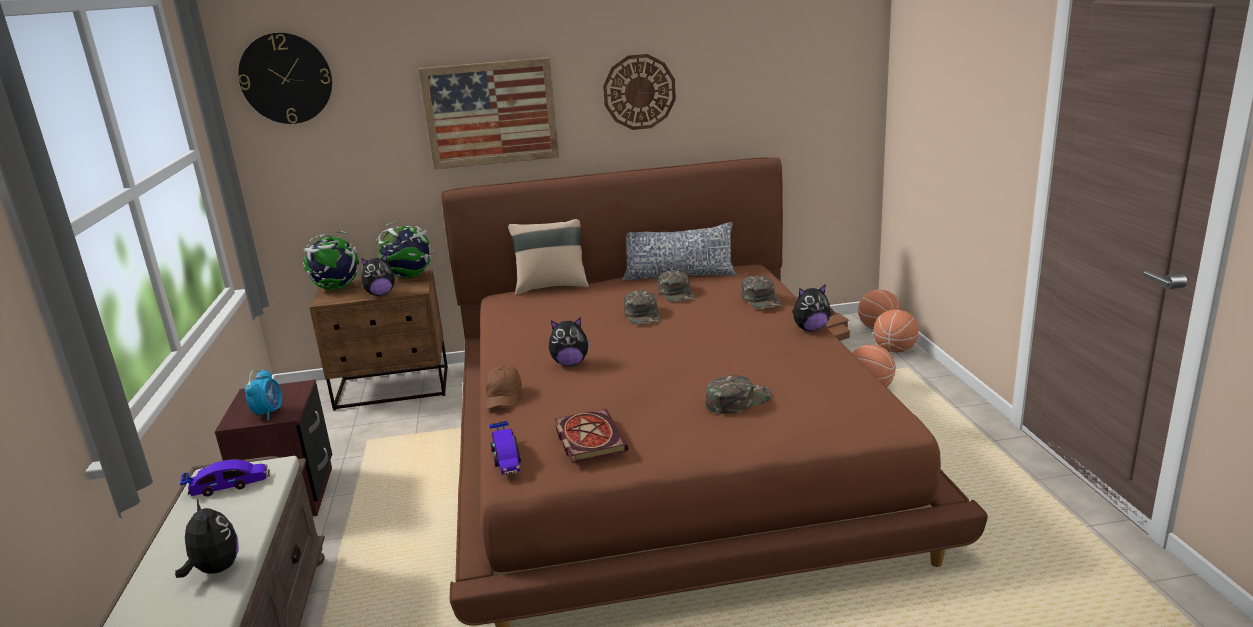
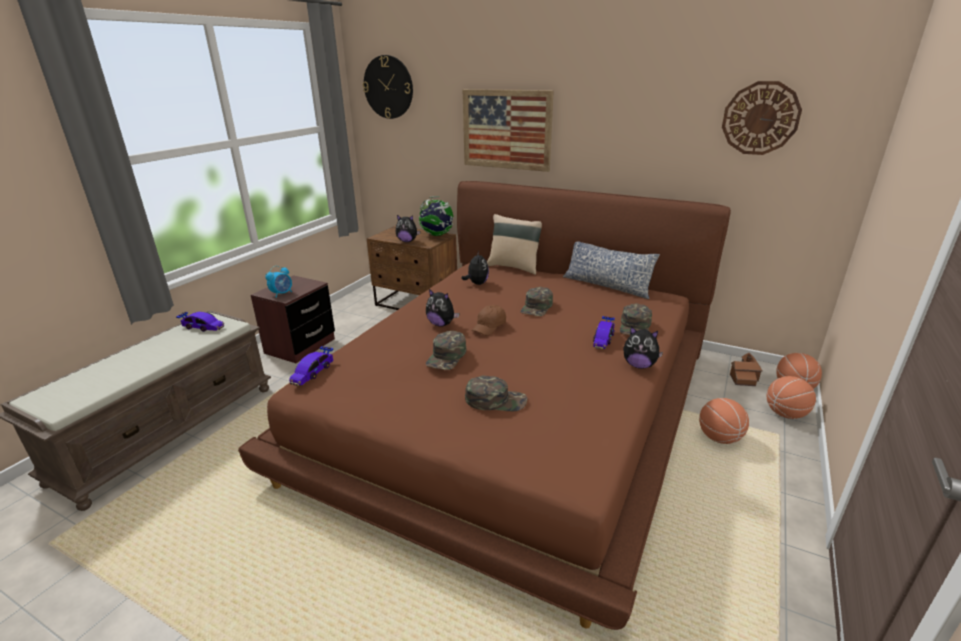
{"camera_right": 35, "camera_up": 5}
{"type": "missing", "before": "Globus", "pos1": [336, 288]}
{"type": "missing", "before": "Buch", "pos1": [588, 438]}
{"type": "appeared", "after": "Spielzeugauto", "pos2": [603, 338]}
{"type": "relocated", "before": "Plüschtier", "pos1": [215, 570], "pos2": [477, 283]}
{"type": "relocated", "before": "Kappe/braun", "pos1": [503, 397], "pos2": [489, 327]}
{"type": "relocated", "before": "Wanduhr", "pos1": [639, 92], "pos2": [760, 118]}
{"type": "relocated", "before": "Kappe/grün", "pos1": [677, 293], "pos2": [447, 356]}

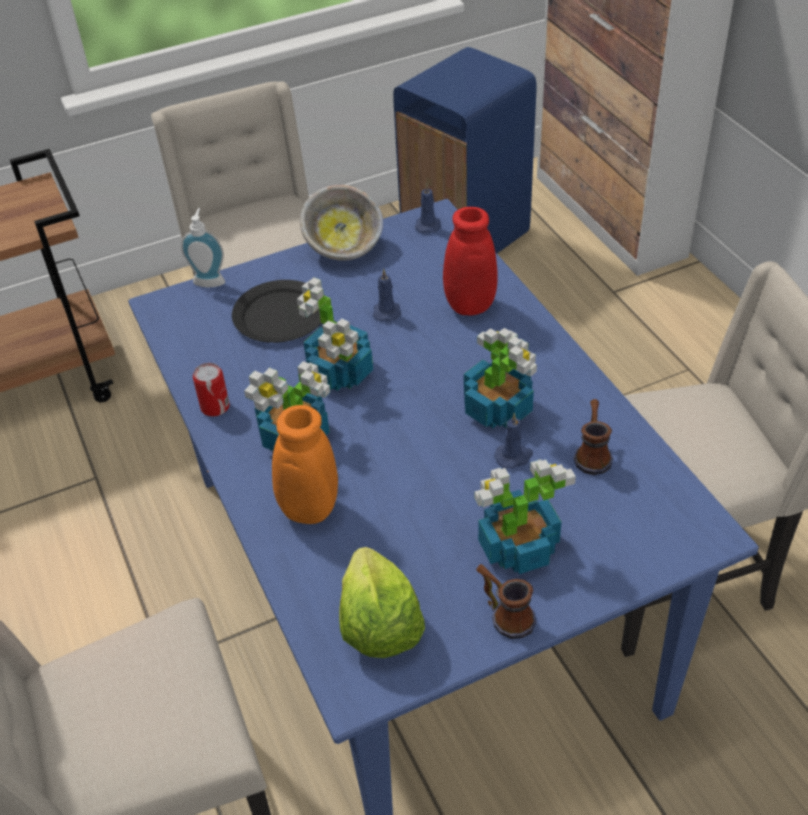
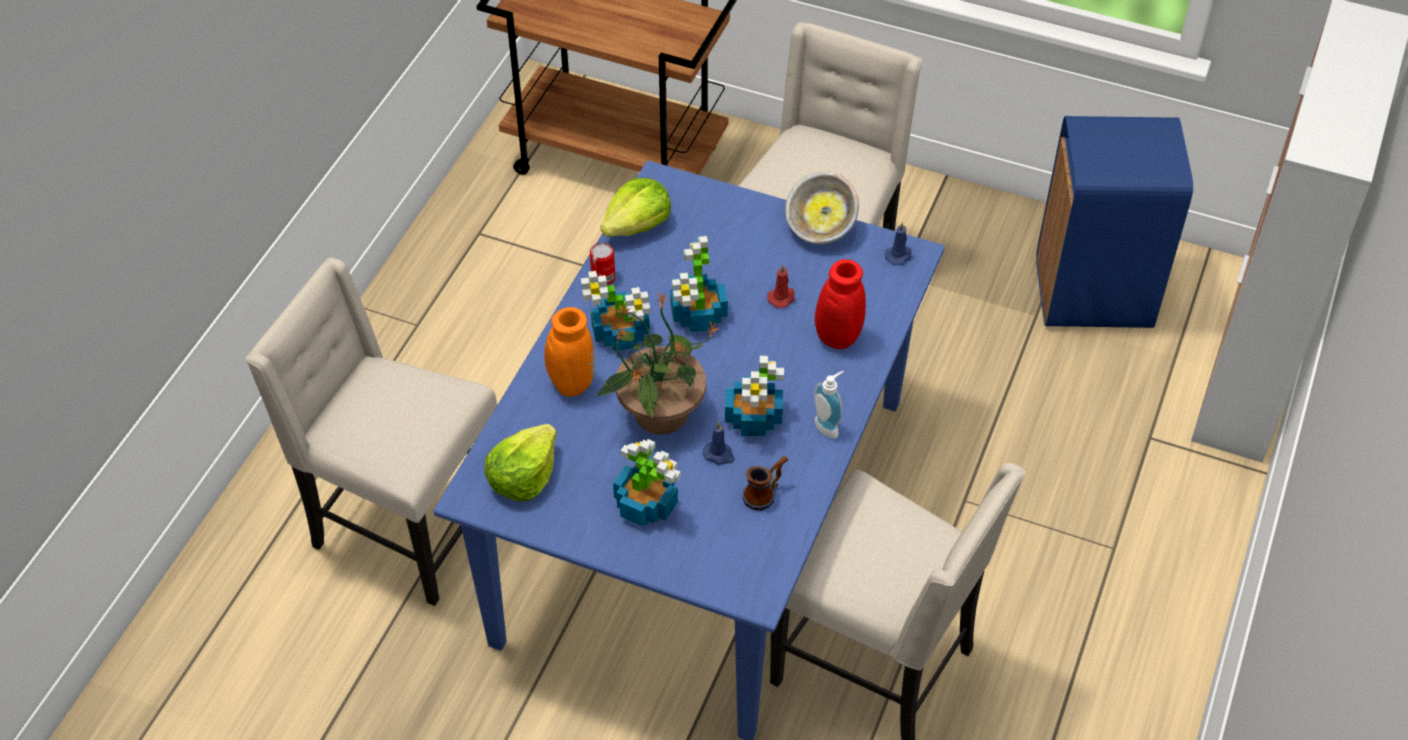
{"camera_right": 45, "camera_up": 5}
{"type": "missing", "before": "Teller/schwarz", "pos1": [280, 315]}
{"type": "missing", "before": "Henkelbecher", "pos1": [504, 614]}
{"type": "appeared", "after": "Topfpflanze", "pos2": [659, 414]}
{"type": "appeared", "after": "Salatkopf", "pos2": [637, 225]}
{"type": "relocated", "before": "Seifenspender", "pos1": [210, 280], "pos2": [829, 426]}
{"type": "colour", "before": "Kerze/blau", "after": "Kerze/rot", "pos1": [386, 311], "pos2": [782, 297]}

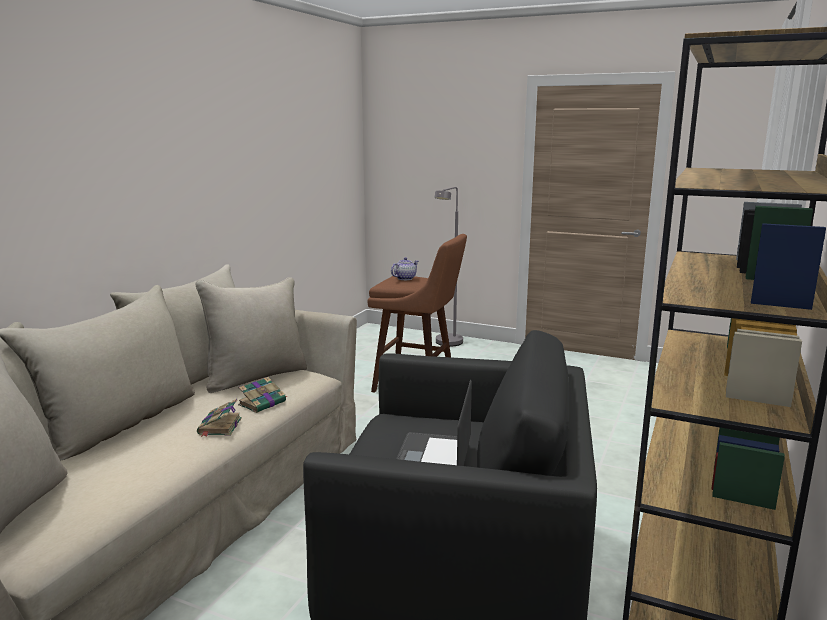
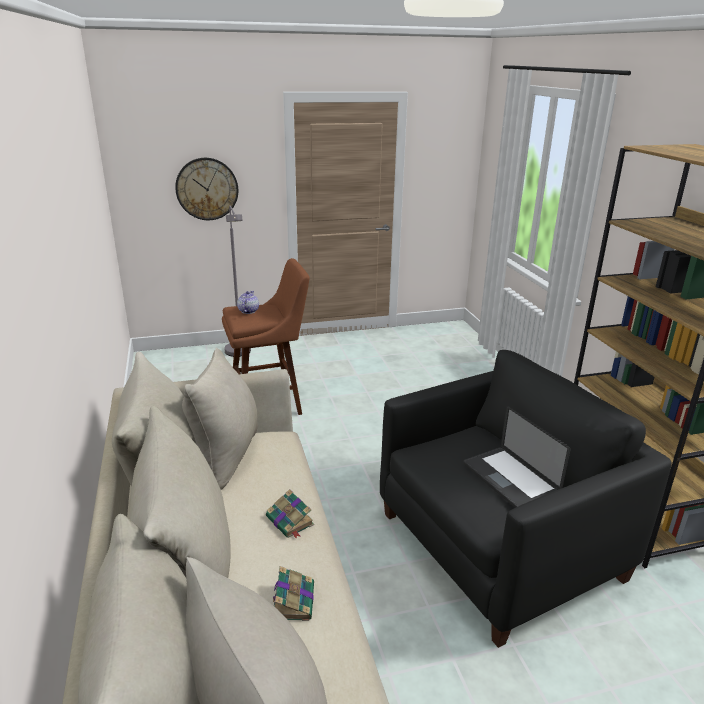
{"camera_right": -40, "camera_up": 10}
{"type": "appeared", "after": "Wanduhr", "pos2": [207, 189]}
{"type": "relocated", "before": "Buch", "pos1": [263, 403], "pos2": [293, 600]}

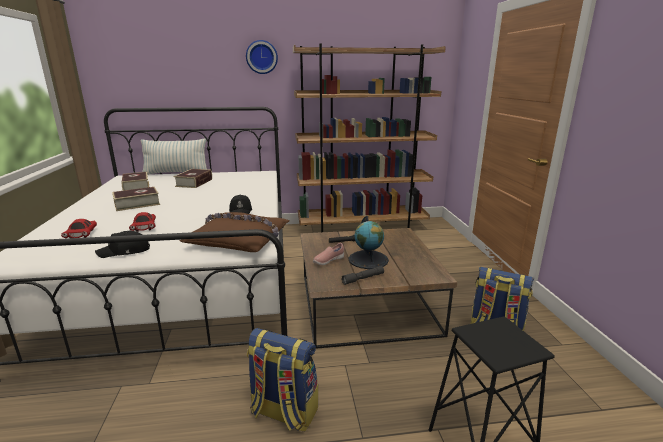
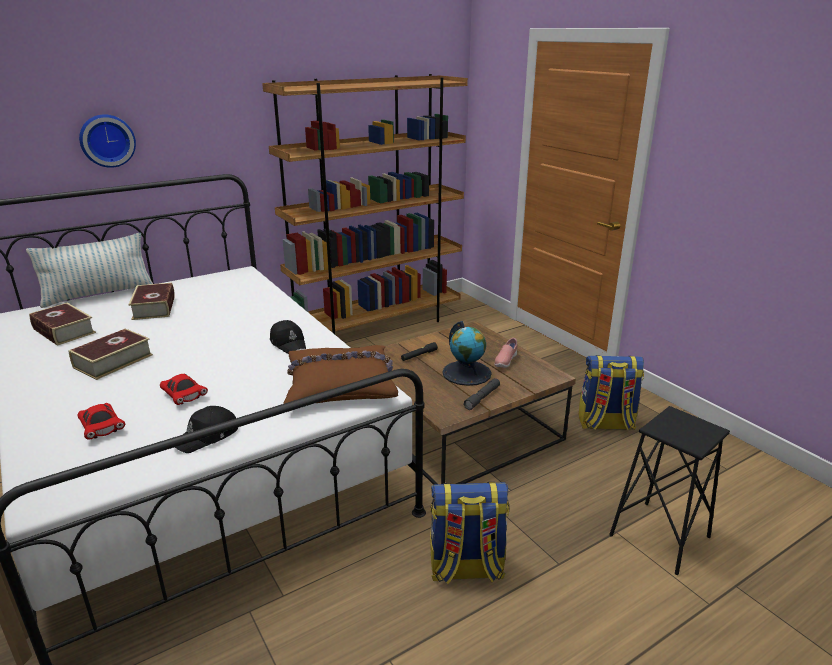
{"camera_right": -25, "camera_up": 5}
{"type": "relocated", "before": "Wanduhr", "pos1": [261, 57], "pos2": [107, 140]}
{"type": "relocated", "before": "Schuh/rosa", "pos1": [328, 261], "pos2": [505, 361]}

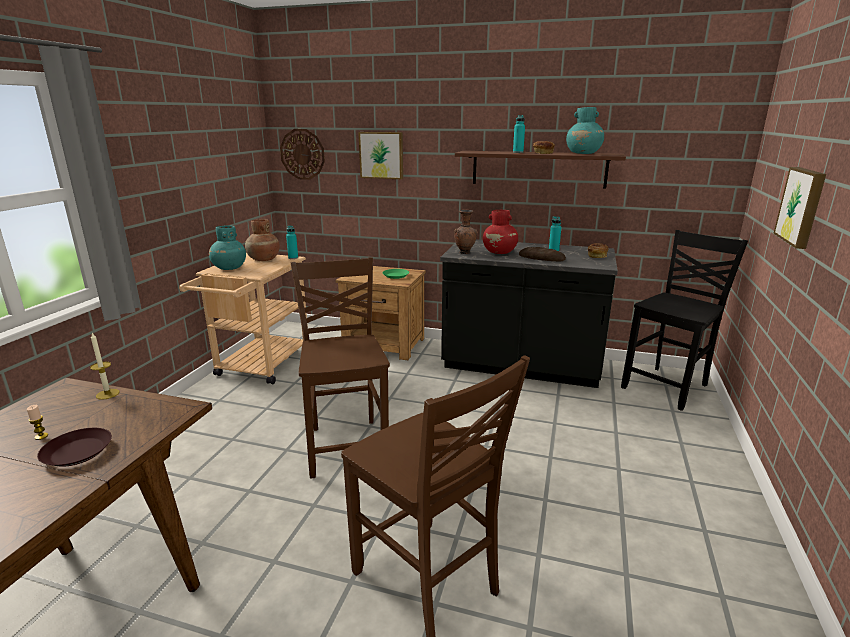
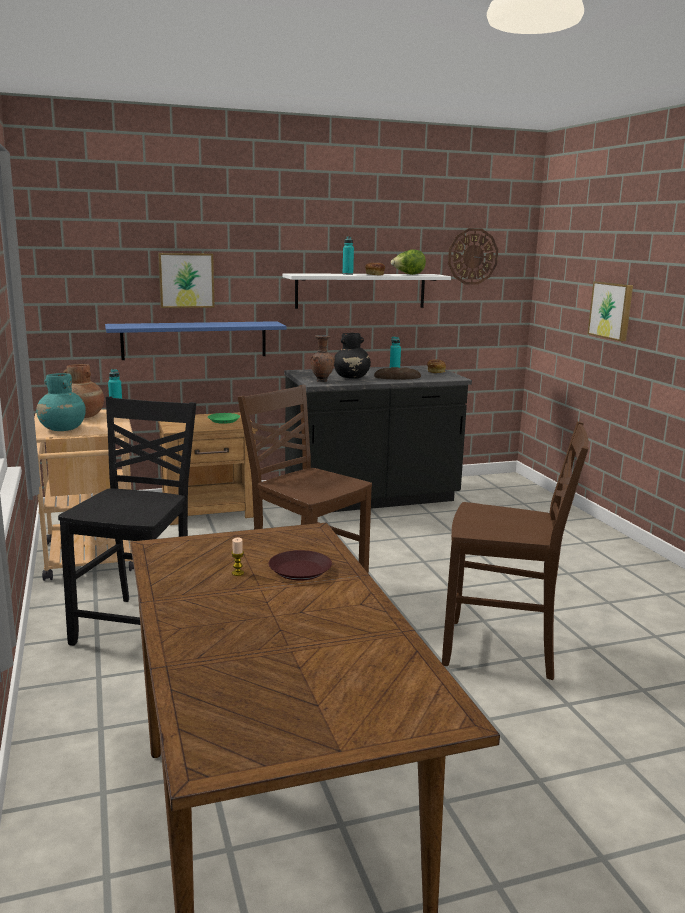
{"camera_right": -35, "camera_up": -5}
{"type": "missing", "before": "Kerze", "pos1": [107, 394]}
{"type": "appeared", "after": "Wandregal/blau", "pos2": [194, 340]}
{"type": "relocated", "before": "Wanduhr", "pos1": [302, 154], "pos2": [472, 256]}
{"type": "relocated", "before": "Stuhl/schwarz", "pos1": [667, 387], "pos2": [138, 625]}
{"type": "exchanged", "before": "Vase/türkis", "after": "Salatkopf", "pos1": [583, 153], "pos2": [408, 274]}
{"type": "colour", "before": "Wandregal/braun", "after": "Wandregal/weiß", "pos1": [538, 169], "pos2": [361, 291]}
{"type": "colour", "before": "Vase/rot", "after": "Vase/schwarz", "pos1": [499, 252], "pos2": [352, 377]}

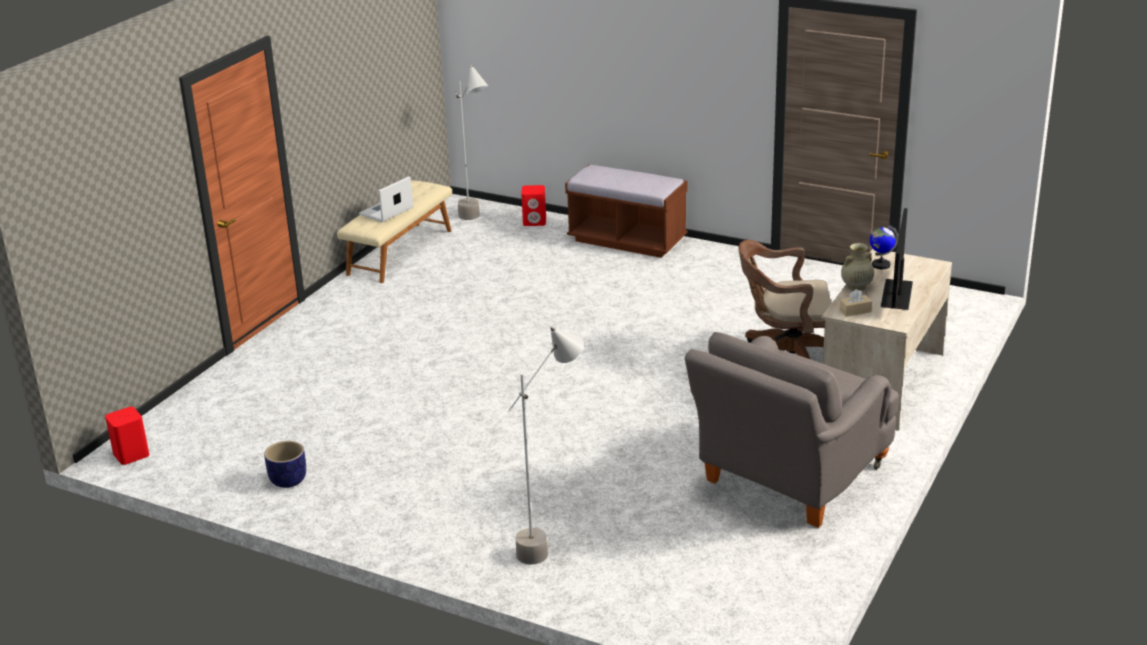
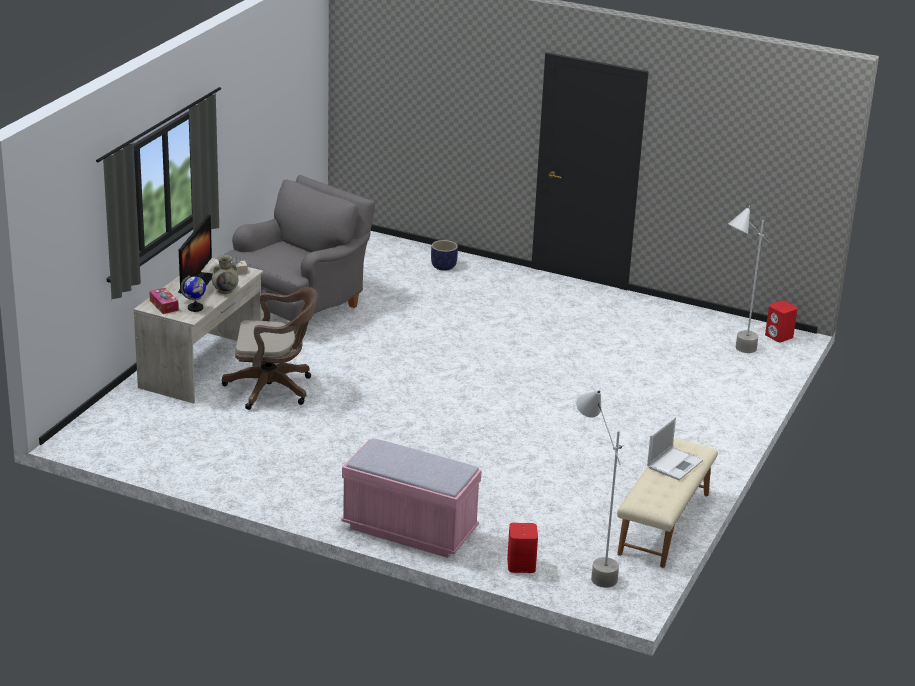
{"camera_right": 175, "camera_up": 0}
{"type": "appeared", "after": "Taschentuchbox", "pos2": [164, 305]}
{"type": "relocated", "before": "Pflanzkübel", "pos1": [288, 481], "pos2": [444, 266]}
{"type": "relocated", "before": "Stehlampe/grau", "pos1": [552, 543], "pos2": [735, 353]}
{"type": "colour", "before": "Bank/braun", "after": "Bank/rosa", "pos1": [627, 240], "pos2": [409, 530]}

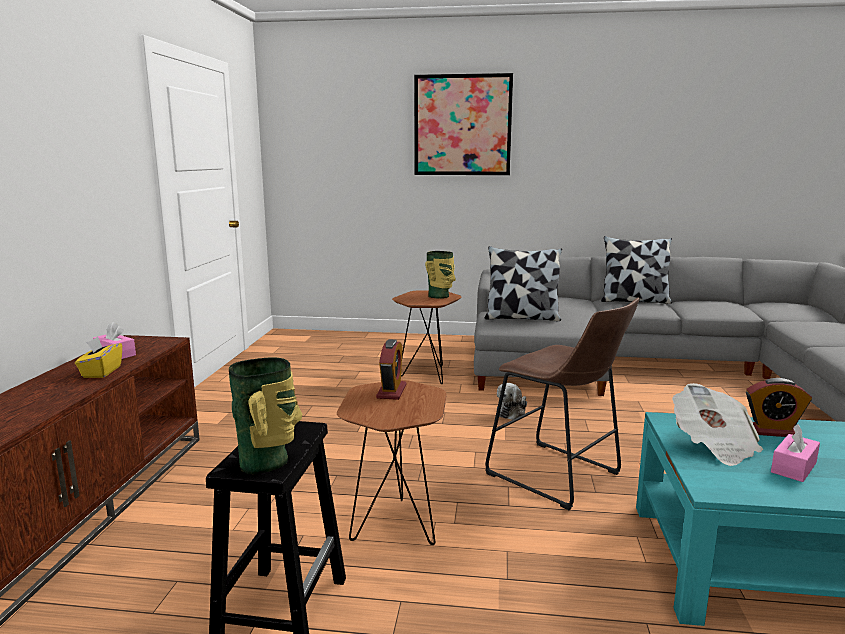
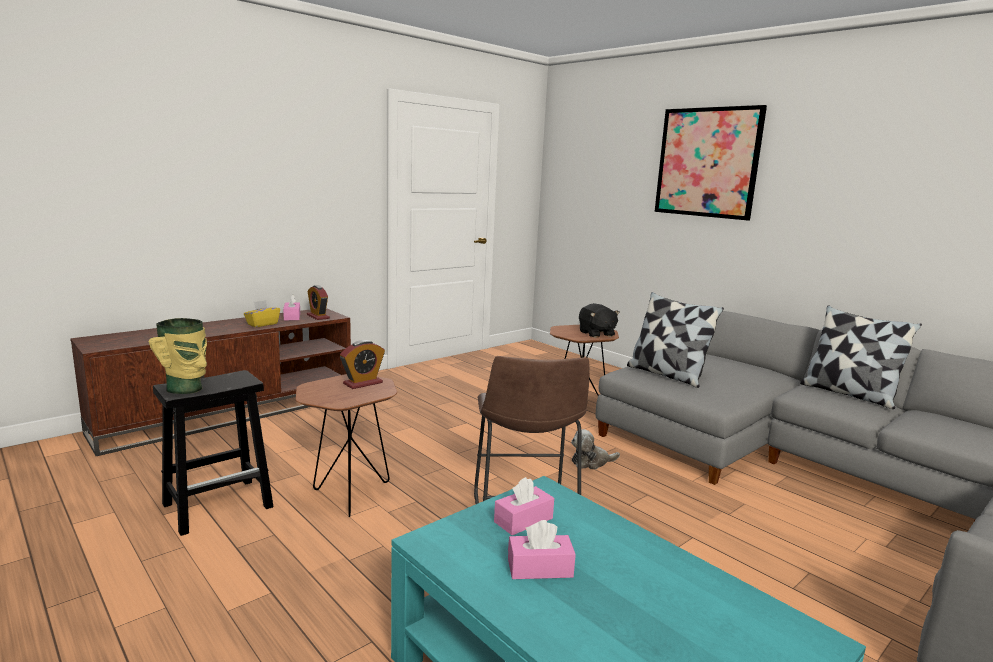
{"camera_right": 40, "camera_up": 0}
{"type": "relocated", "before": "Wecker", "pos1": [772, 431], "pos2": [318, 316]}
{"type": "exchanged", "before": "Vase", "after": "Plüschtier/schwarz", "pos1": [440, 296], "pos2": [596, 334]}
{"type": "exchanged", "before": "Zeitung", "after": "Taschentuchbox/rosa", "pos1": [713, 445], "pos2": [523, 520]}

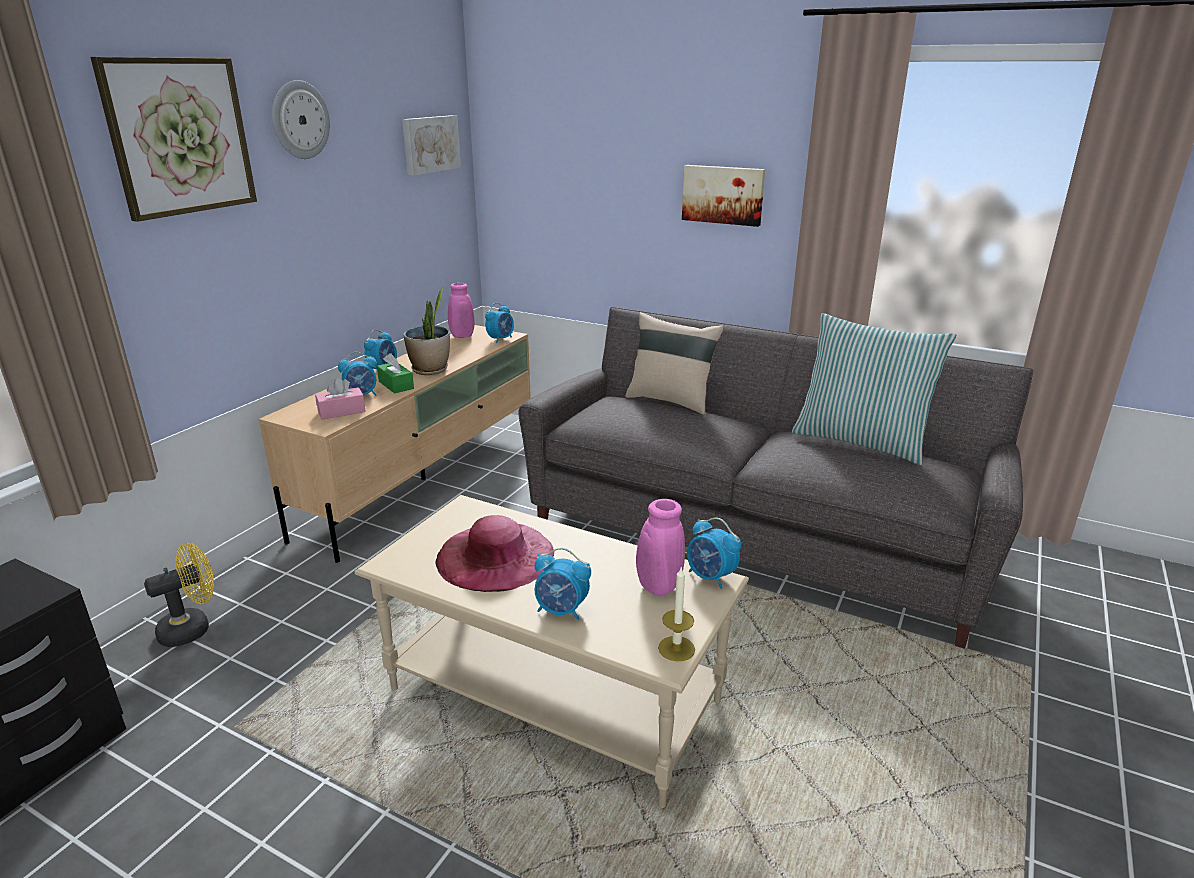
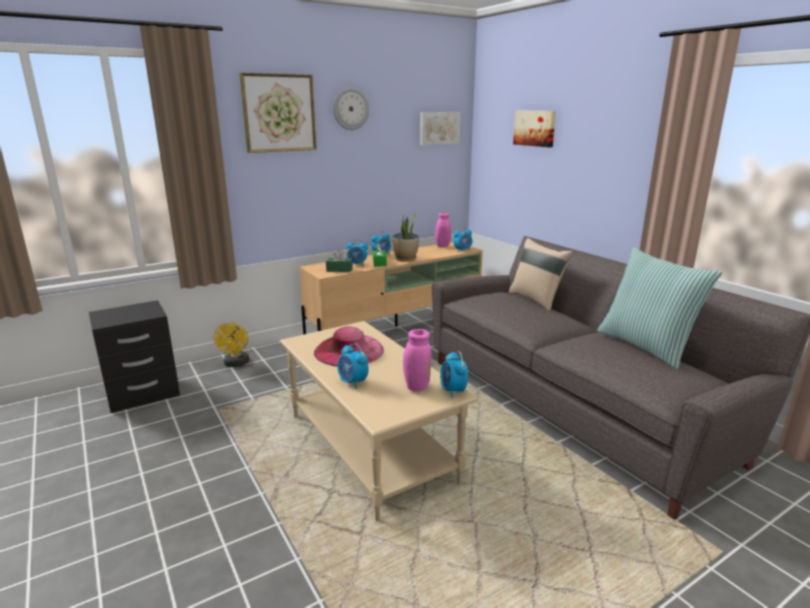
{"camera_right": 30, "camera_up": -5}
{"type": "missing", "before": "Kerze", "pos1": [676, 648]}
{"type": "relocated", "before": "Bild", "pos1": [723, 194], "pos2": [535, 128]}
{"type": "colour", "before": "Taschentuchbox/rosa", "after": "Taschentuchbox/grün", "pos1": [341, 411], "pos2": [339, 270]}
{"type": "spun", "before": "Ventilator/gelb", "pos1": [192, 628], "pos2": [236, 364], "turn": 90}

